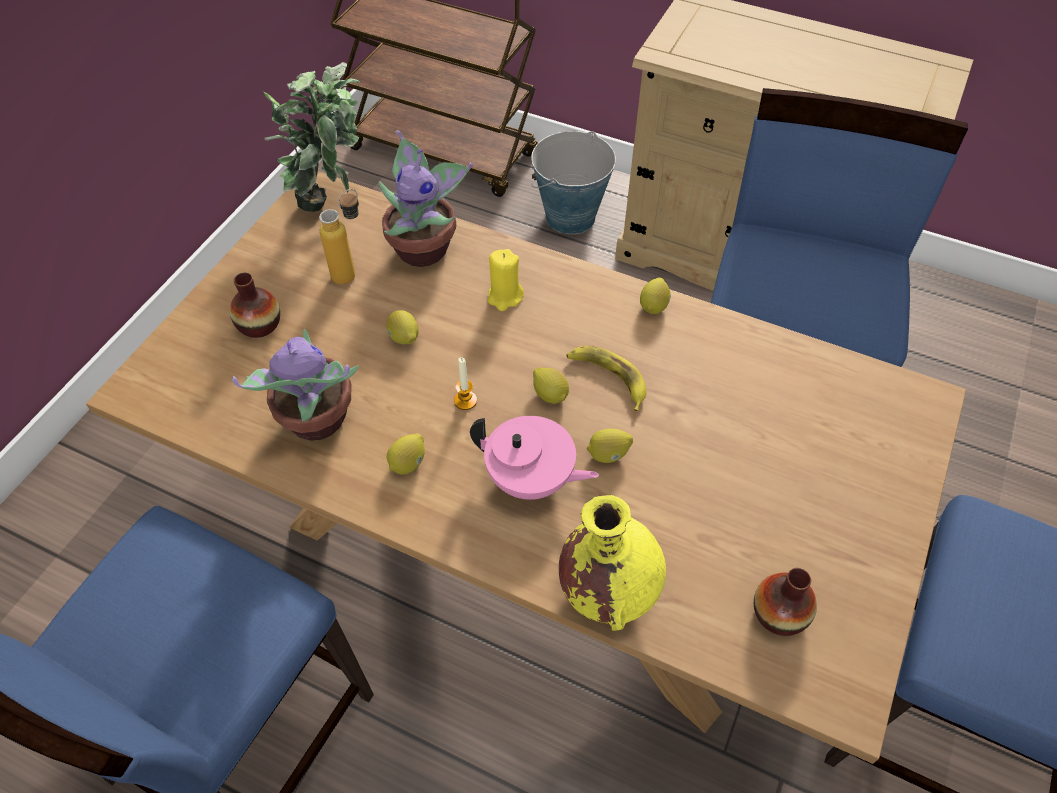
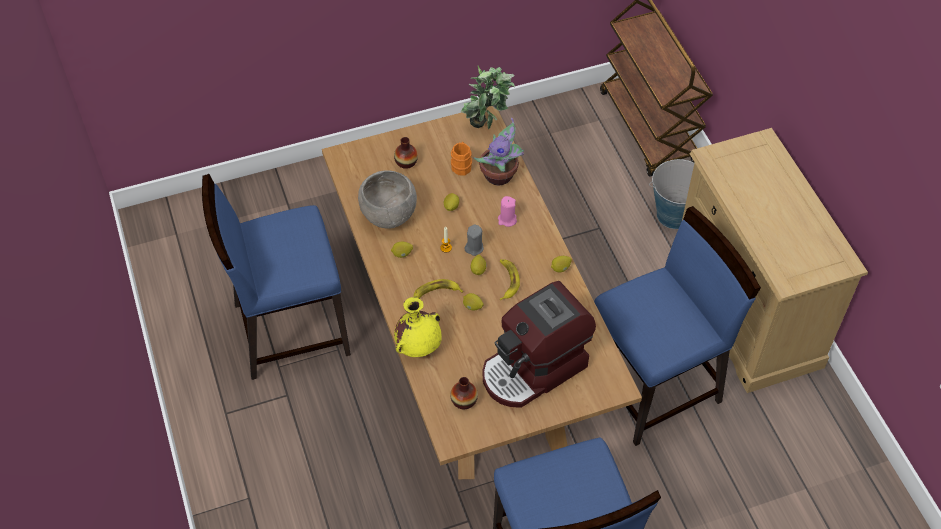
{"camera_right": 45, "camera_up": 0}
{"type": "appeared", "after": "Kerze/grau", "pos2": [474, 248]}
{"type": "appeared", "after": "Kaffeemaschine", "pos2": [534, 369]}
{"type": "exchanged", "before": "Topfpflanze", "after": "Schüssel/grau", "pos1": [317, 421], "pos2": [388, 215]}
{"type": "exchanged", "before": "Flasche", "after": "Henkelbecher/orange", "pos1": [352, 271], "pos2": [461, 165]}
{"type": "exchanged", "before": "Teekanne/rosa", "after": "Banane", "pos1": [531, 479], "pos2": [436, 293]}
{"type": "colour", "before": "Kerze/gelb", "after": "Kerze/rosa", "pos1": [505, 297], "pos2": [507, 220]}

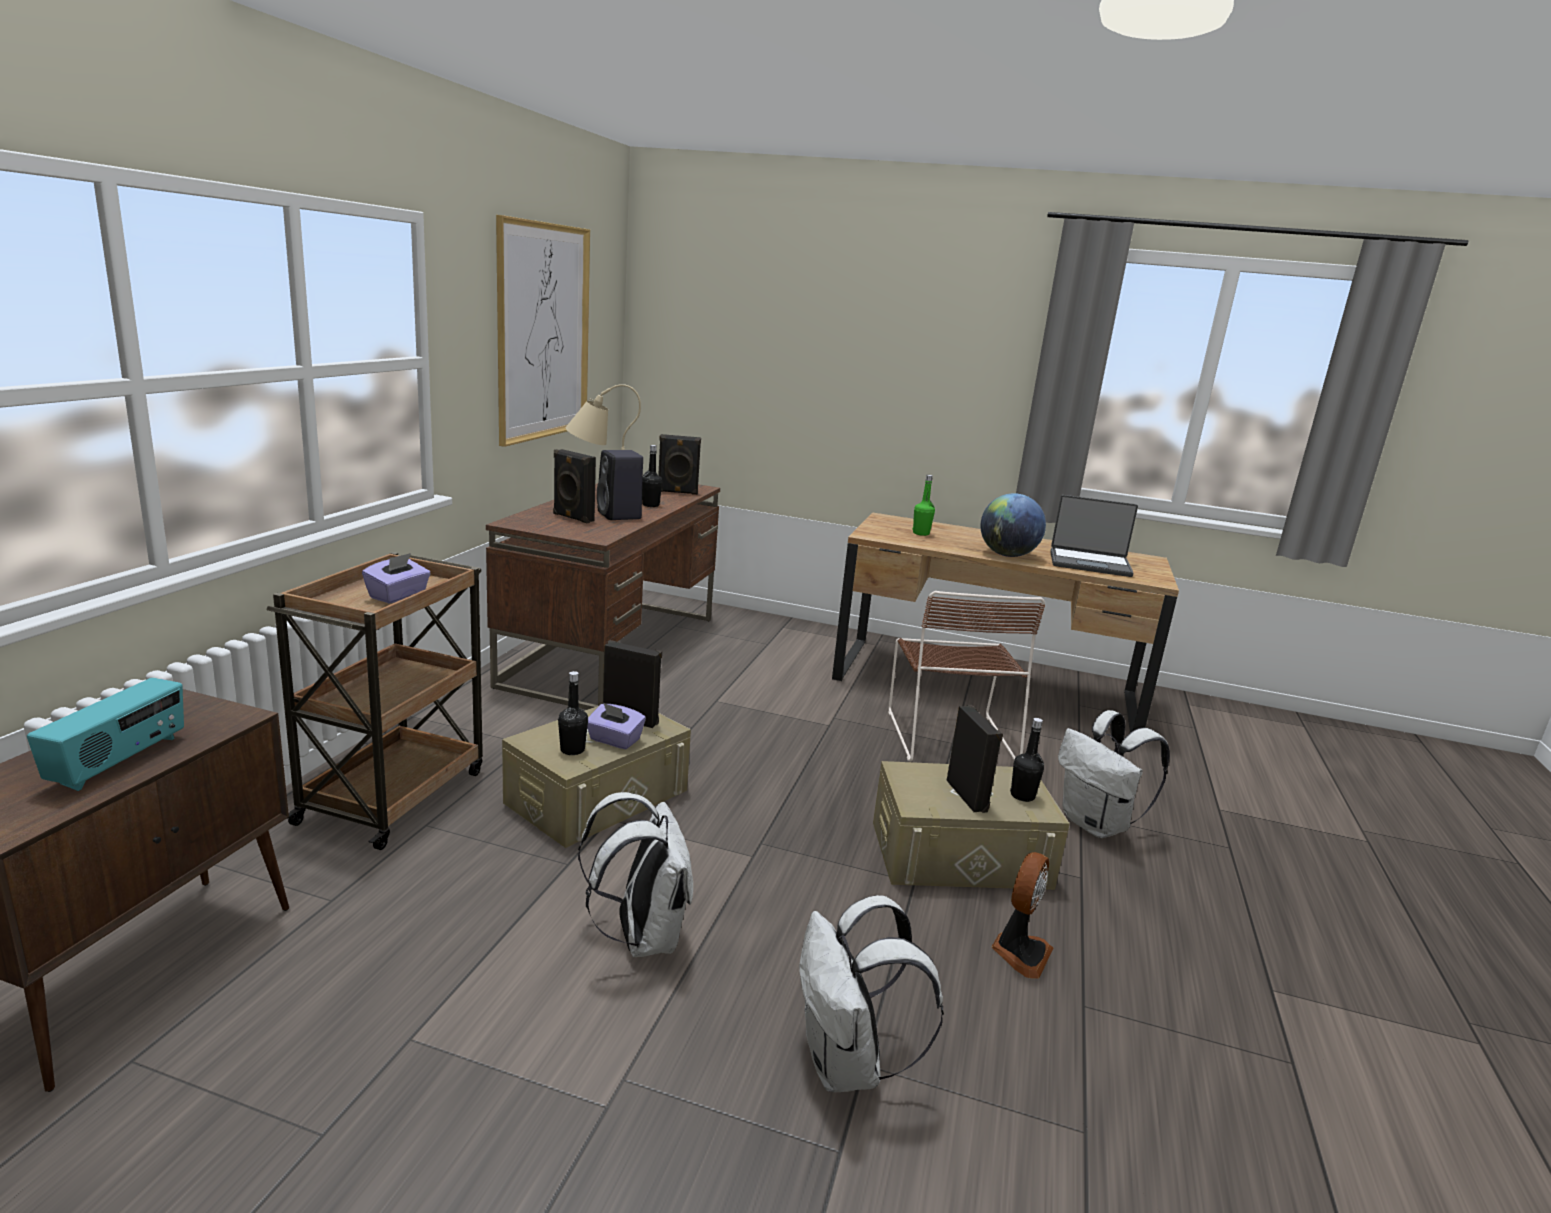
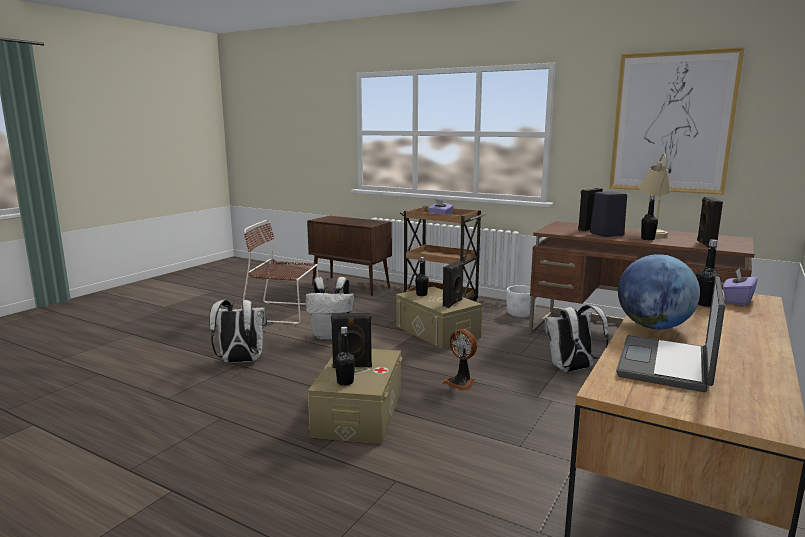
{"camera_right": 105, "camera_up": -5}
{"type": "missing", "before": "Radio", "pos1": [120, 761]}
{"type": "appeared", "after": "Pflanzkübel/weiß", "pos2": [520, 314]}
{"type": "relocated", "before": "Taschentuchbox/lila", "pos1": [614, 740], "pos2": [737, 300]}
{"type": "relocated", "before": "Stuhl/braun", "pos1": [949, 735], "pos2": [283, 312]}
{"type": "relocated", "before": "Ventilator", "pos1": [1019, 952], "pos2": [461, 382]}
{"type": "relocated", "before": "Rucksack/weiß", "pos1": [1097, 825], "pos2": [571, 369]}
{"type": "colour", "before": "Flasche/grün", "after": "Flasche/schwarz", "pos1": [921, 533], "pos2": [704, 304]}

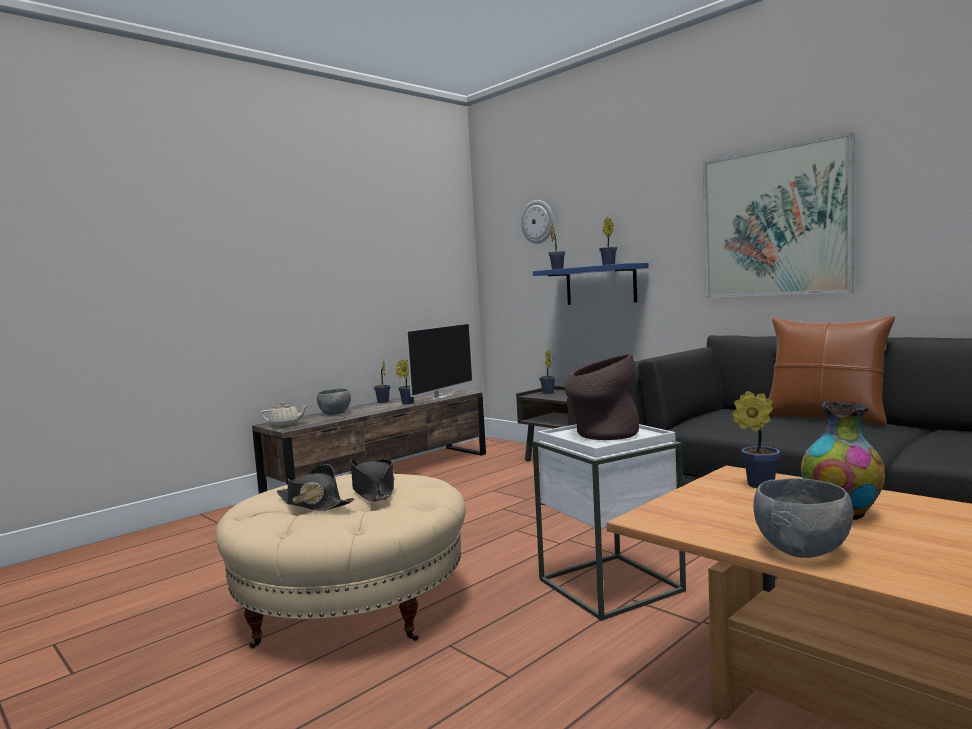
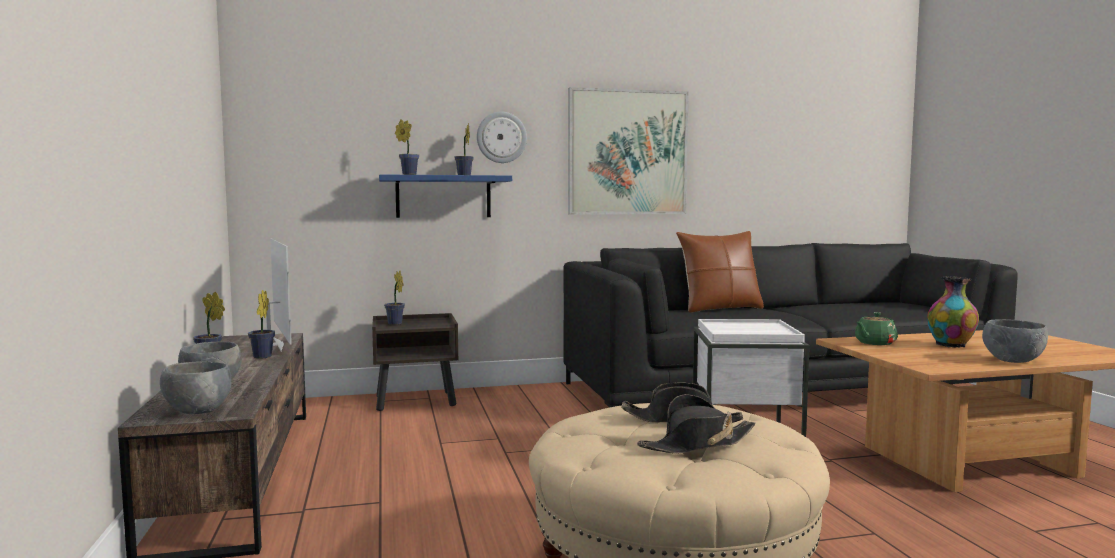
{"camera_right": -60, "camera_up": 0}
{"type": "missing", "before": "Vase/braun", "pos1": [601, 434]}
{"type": "relocated", "before": "Wanduhr", "pos1": [538, 221], "pos2": [501, 137]}
{"type": "exchanged", "before": "Teekanne/beige", "after": "Schüssel/grau", "pos1": [285, 425], "pos2": [197, 411]}
{"type": "exchanged", "before": "Topfpflanze", "after": "Teekanne/grün", "pos1": [757, 485], "pos2": [874, 343]}

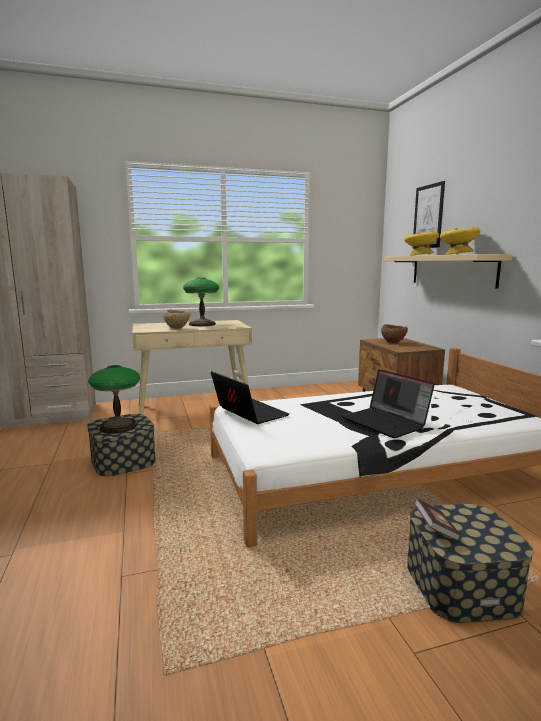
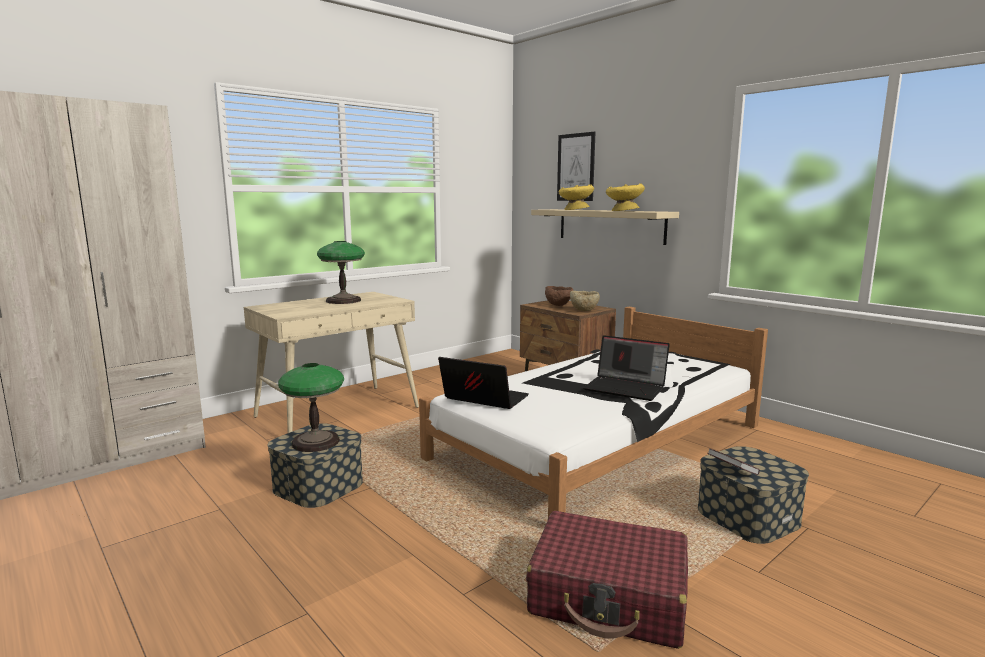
{"camera_right": -25, "camera_up": 0}
{"type": "appeared", "after": "Koffer/rot", "pos2": [609, 596]}
{"type": "relocated", "before": "Schüssel/beige", "pos1": [178, 328], "pos2": [584, 310]}

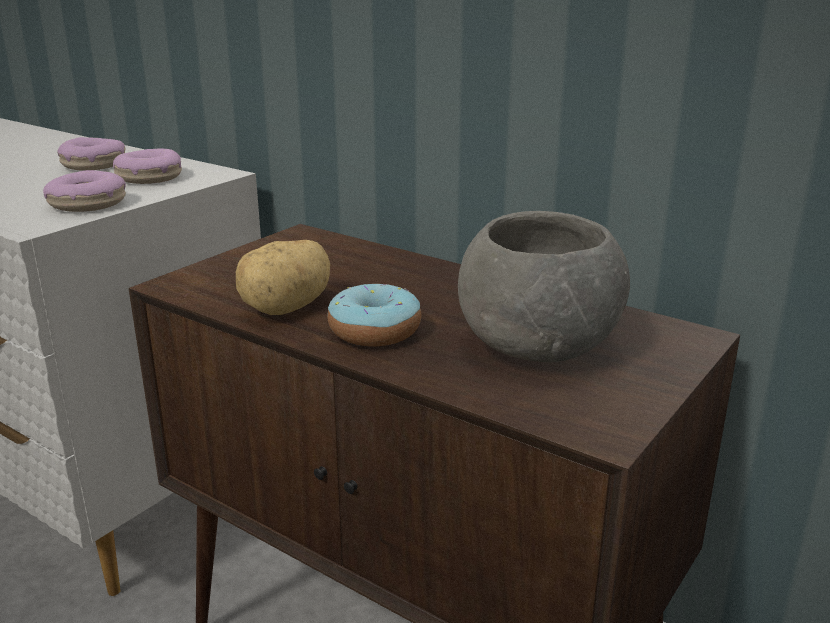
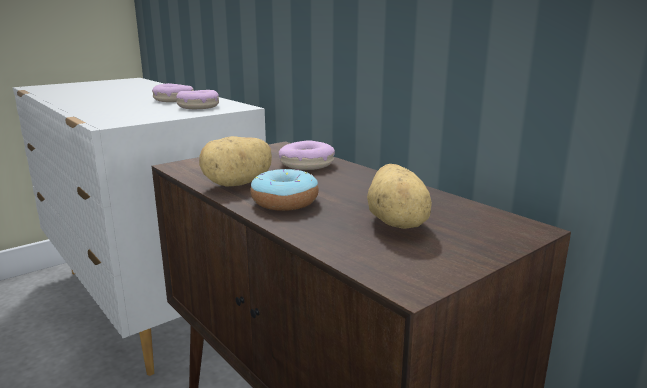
{"camera_right": 15, "camera_up": -5}
{"type": "relocated", "before": "Donut", "pos1": [87, 203], "pos2": [306, 164]}
{"type": "exchanged", "before": "Schüssel/grau", "after": "Kartoffel", "pos1": [539, 347], "pos2": [397, 223]}

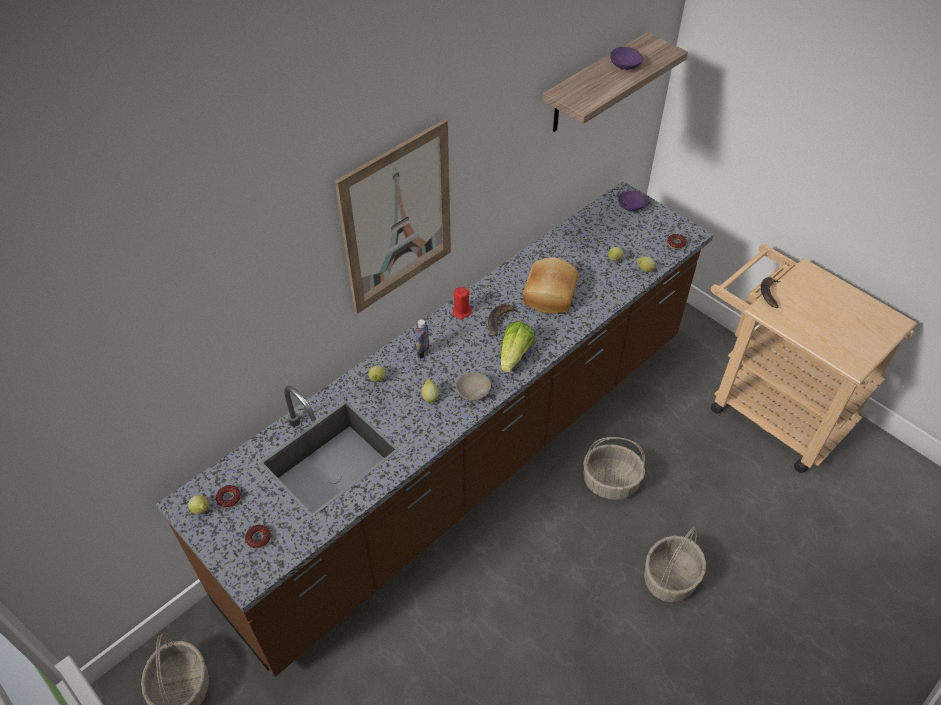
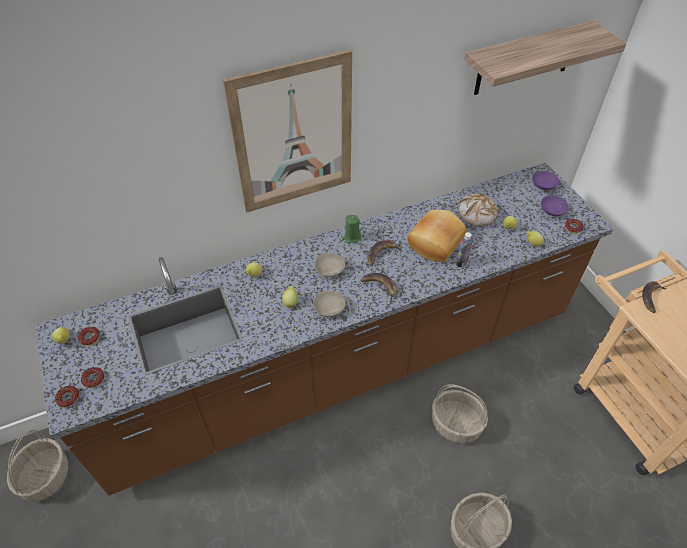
{"camera_right": 20, "camera_up": 0}
{"type": "appeared", "after": "Donut", "pos2": [68, 398]}
{"type": "appeared", "after": "Schüssel/beige", "pos2": [330, 269]}
{"type": "appeared", "after": "Brot", "pos2": [477, 214]}
{"type": "relocated", "before": "Flasche", "pos1": [423, 352], "pos2": [461, 262]}
{"type": "relocated", "before": "Schüssel/lila", "pos1": [624, 65], "pos2": [551, 210]}
{"type": "exchanged", "before": "Salatkopf", "after": "Banane", "pos1": [514, 355], "pos2": [380, 287]}
{"type": "colour", "before": "Kerze/rot", "after": "Kerze/grün", "pos1": [461, 312], "pos2": [352, 238]}

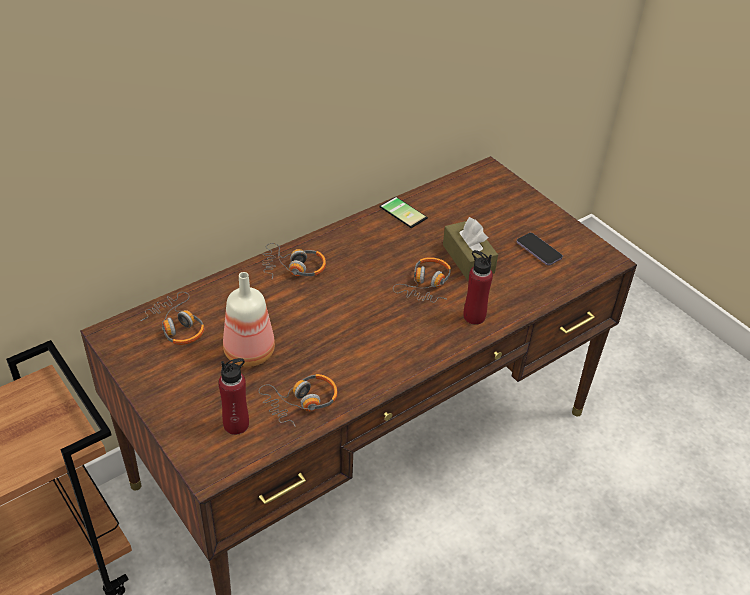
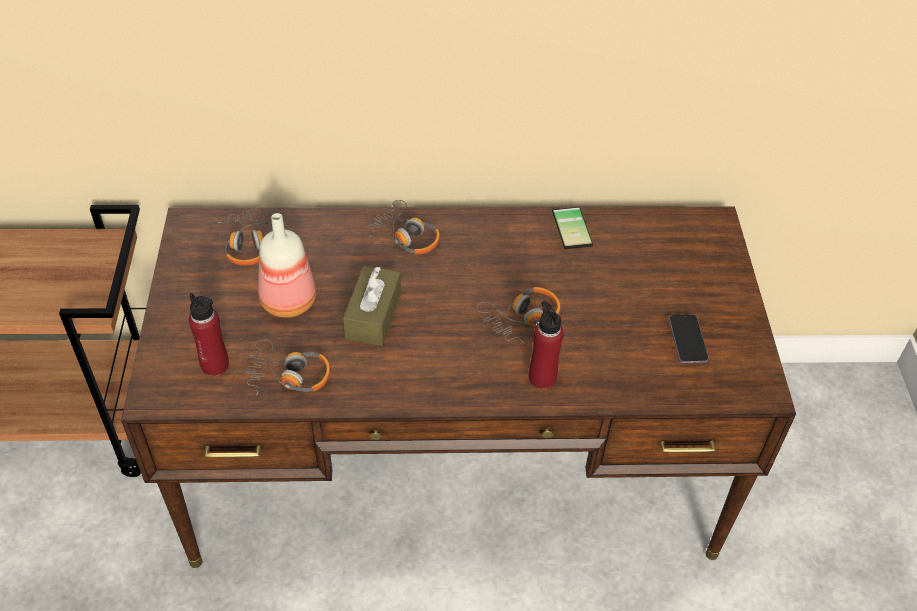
{"camera_right": 35, "camera_up": 5}
{"type": "relocated", "before": "Taschentuchbox/braun", "pos1": [468, 259], "pos2": [373, 315]}

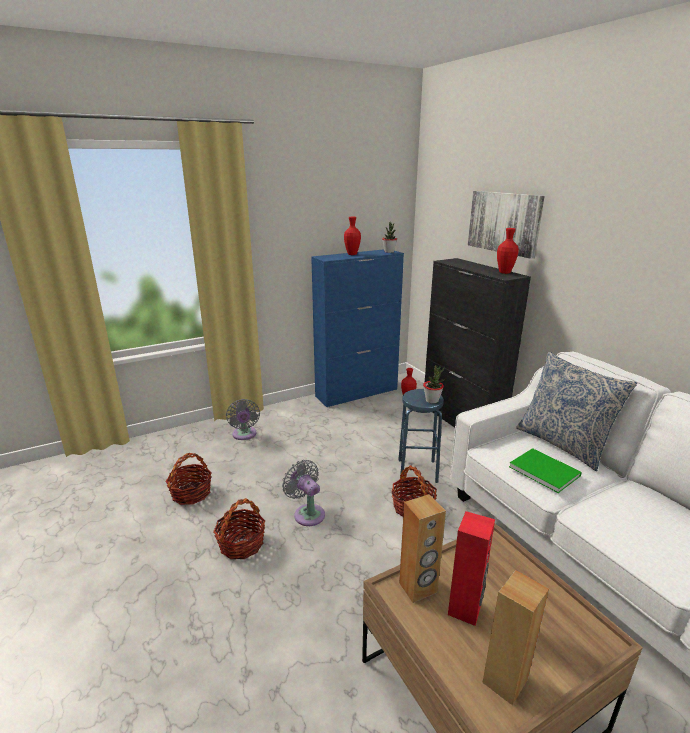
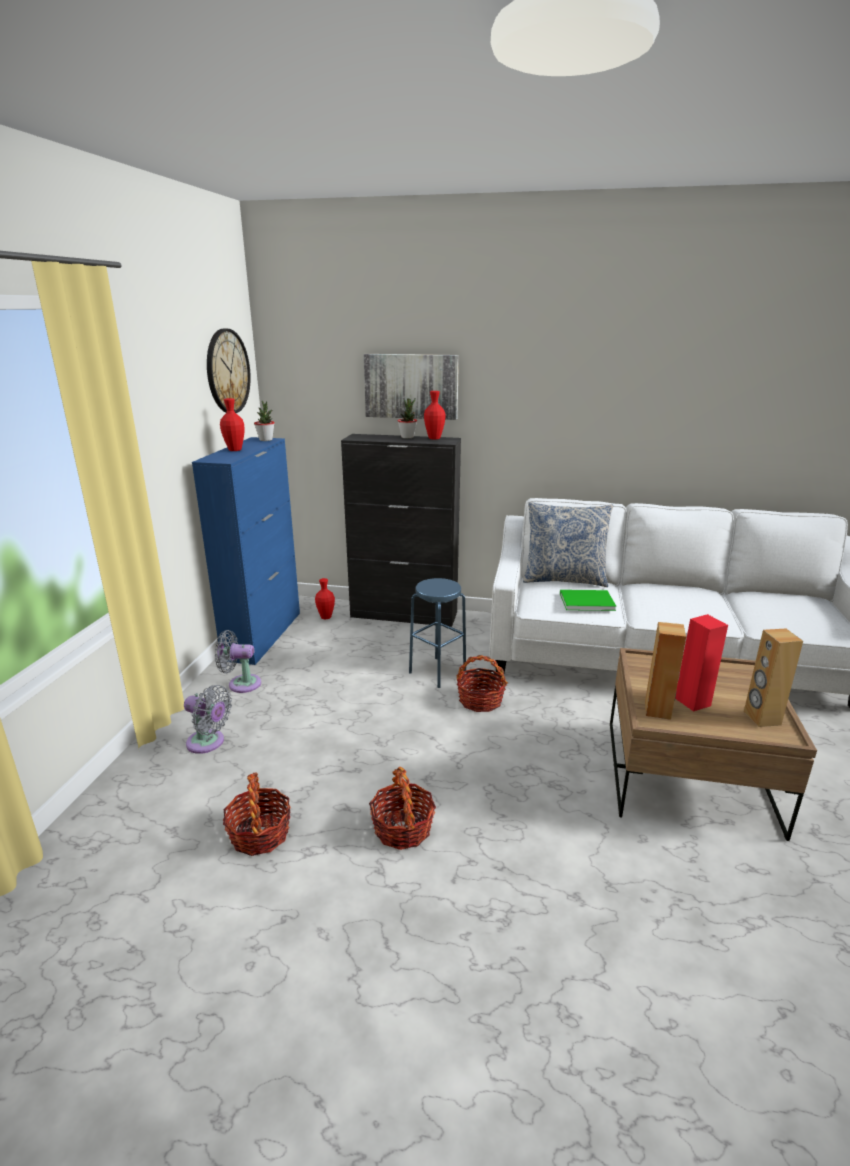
{"camera_right": -50, "camera_up": 0}
{"type": "appeared", "after": "Wanduhr", "pos2": [227, 371]}
{"type": "relocated", "before": "Ventilator/grau", "pos1": [307, 513], "pos2": [241, 684]}
{"type": "relocated", "before": "Topfpflanze", "pos1": [432, 400], "pos2": [407, 437]}

